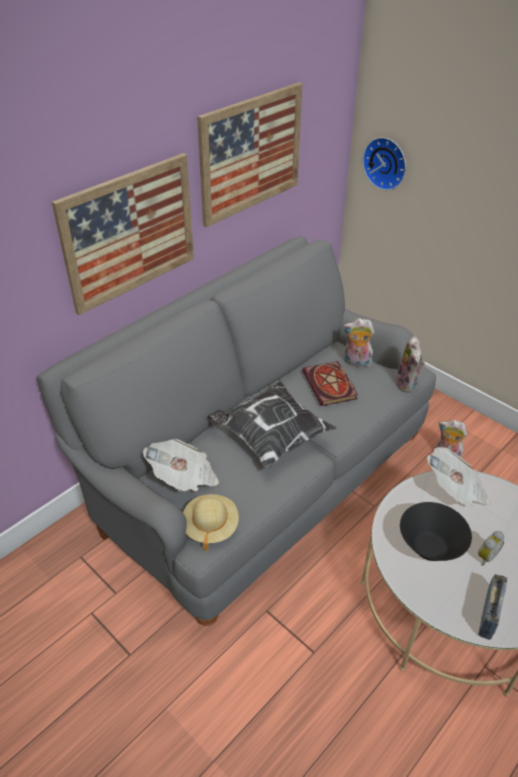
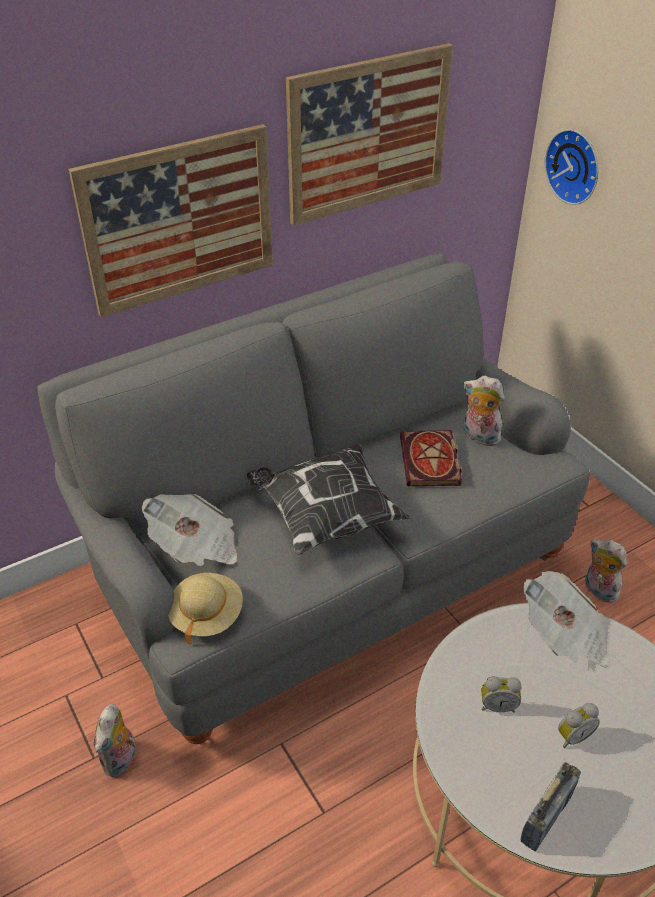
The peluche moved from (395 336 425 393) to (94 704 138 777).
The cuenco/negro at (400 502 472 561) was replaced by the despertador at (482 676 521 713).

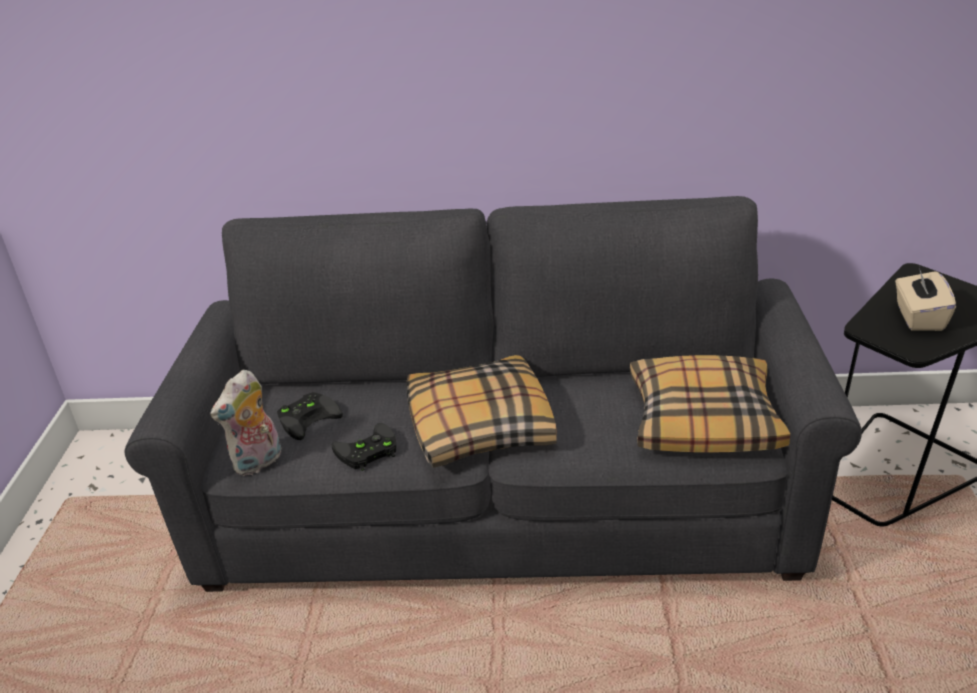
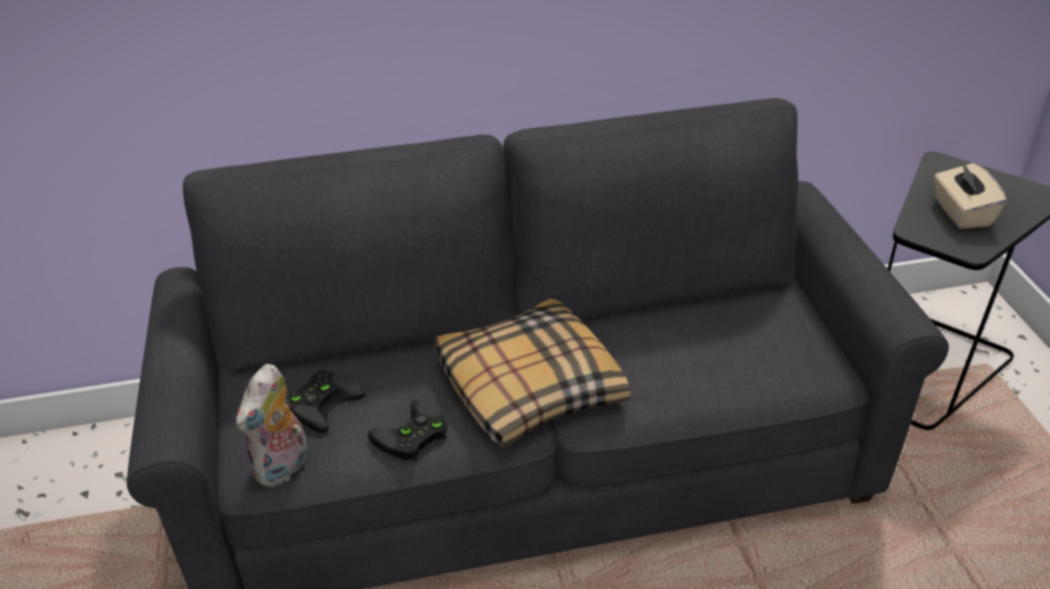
The cojín at (630 355 790 452) disappeared.

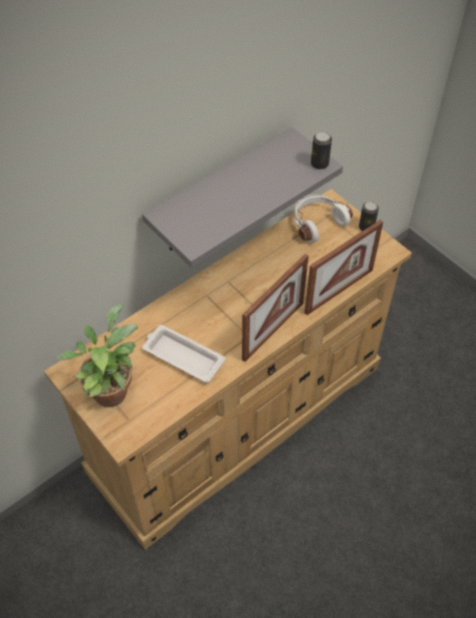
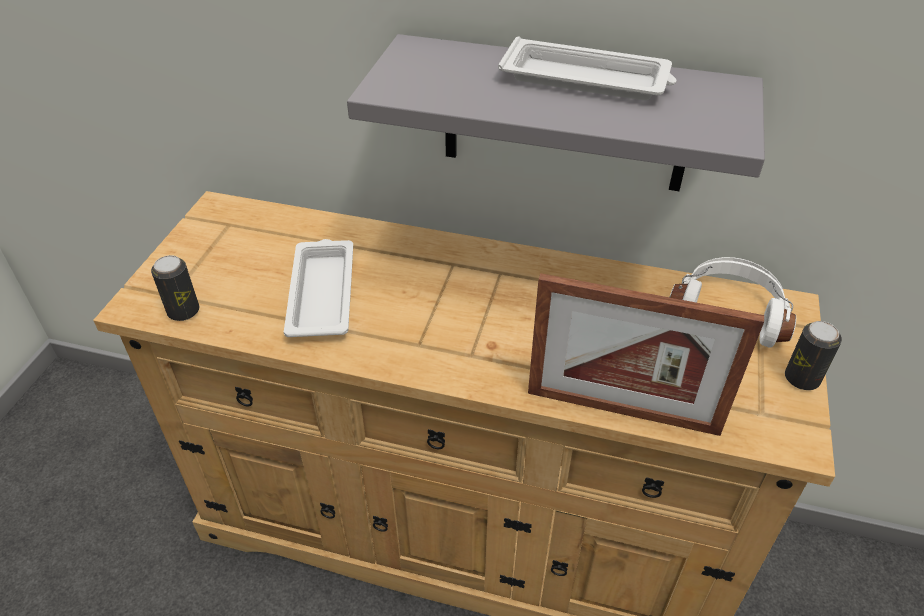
The lata moved from (311 132 332 169) to (151 255 199 321).
The bandeja/blanco at (498 36 677 100) appeared.
The planta en maceta at (57 305 138 407) disappeared.
The portarretratos at (242 254 309 362) disappeared.

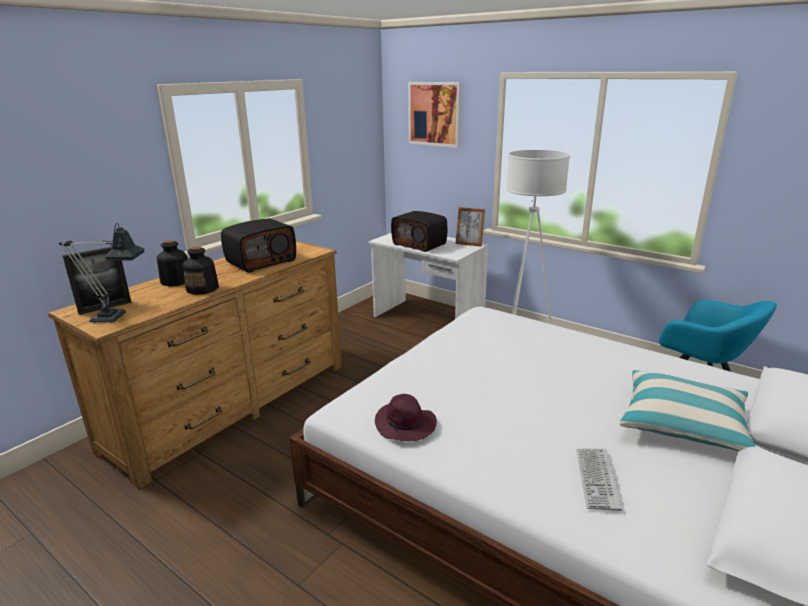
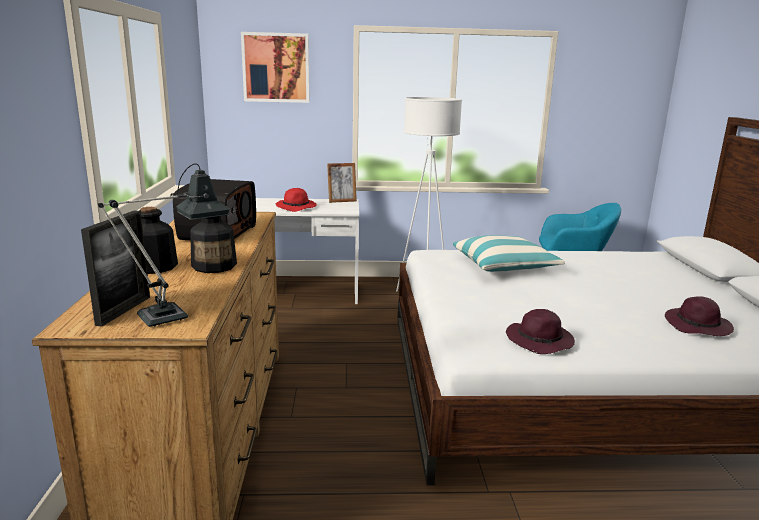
The radio at (391 211 447 252) was replaced by the sombrero/rojo at (276 188 316 212).
The cojín moved from (620 370 756 451) to (453 235 565 272).
The teclado at (576 449 622 511) was replaced by the sombrero/morado at (665 296 734 336).

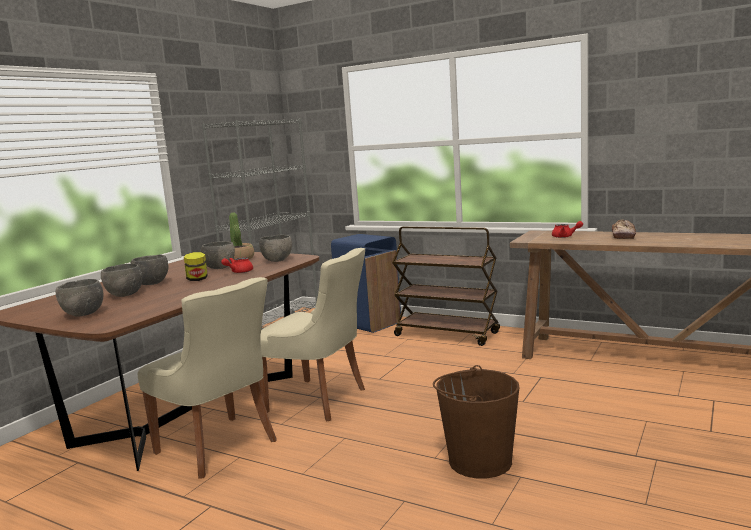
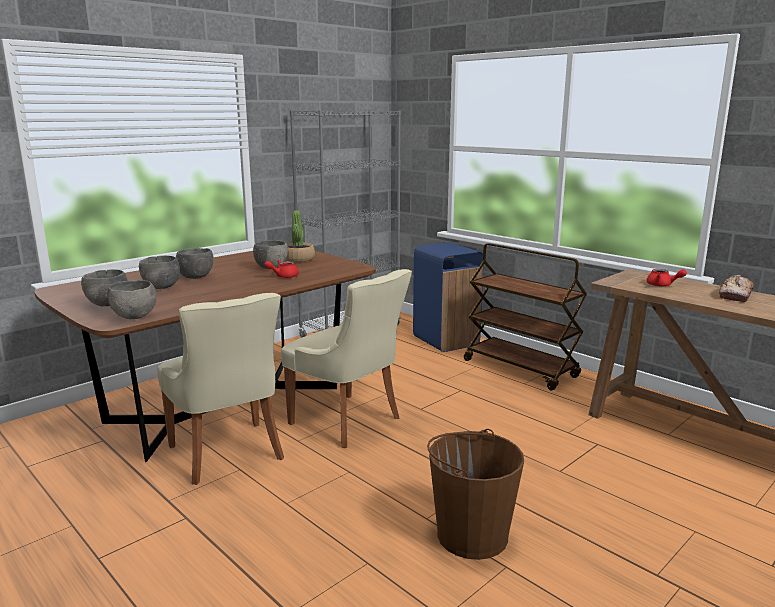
The cuenco/gris moved from (259 235 292 262) to (107 280 157 319).
The tarro at (184 252 208 281) disappeared.

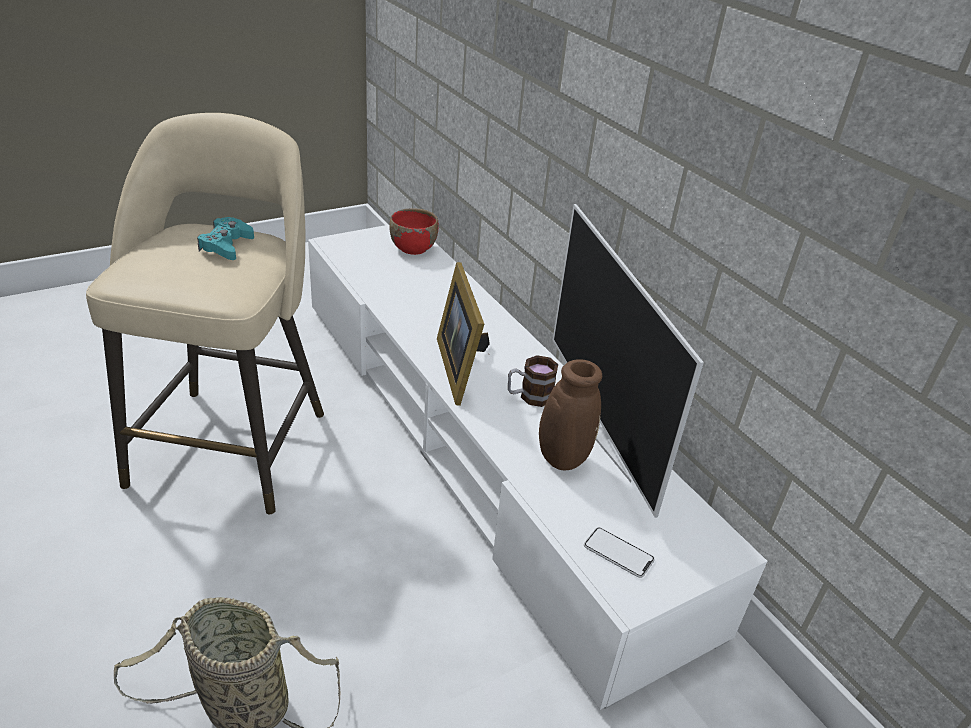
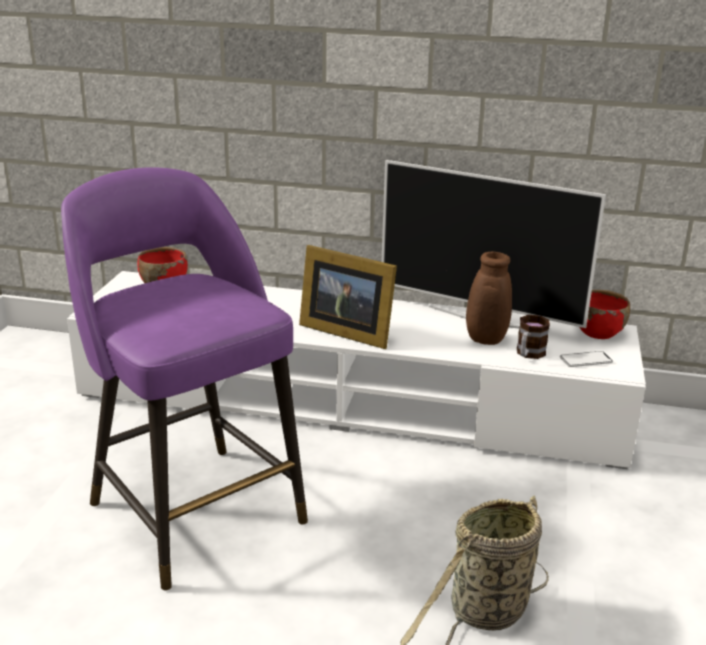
The taburete/beis at (86 113 324 514) became the taburete/morado at (61 167 308 590).
The taza grande moved from (508 355 558 407) to (517 315 550 359).
The cuenco/rojo at (579 290 630 339) appeared.
The mando de consola/turquesa at (197 217 254 260) disappeared.

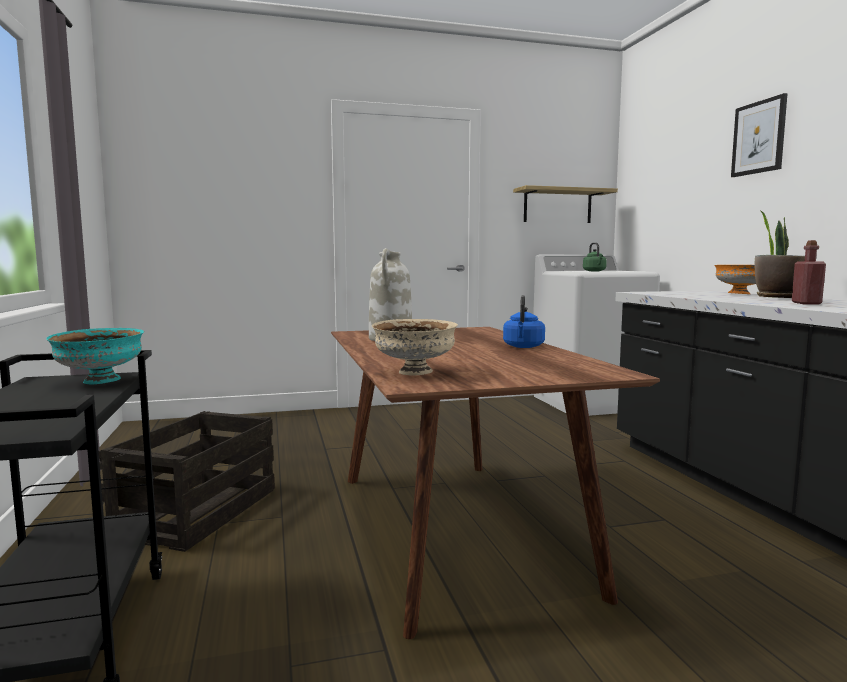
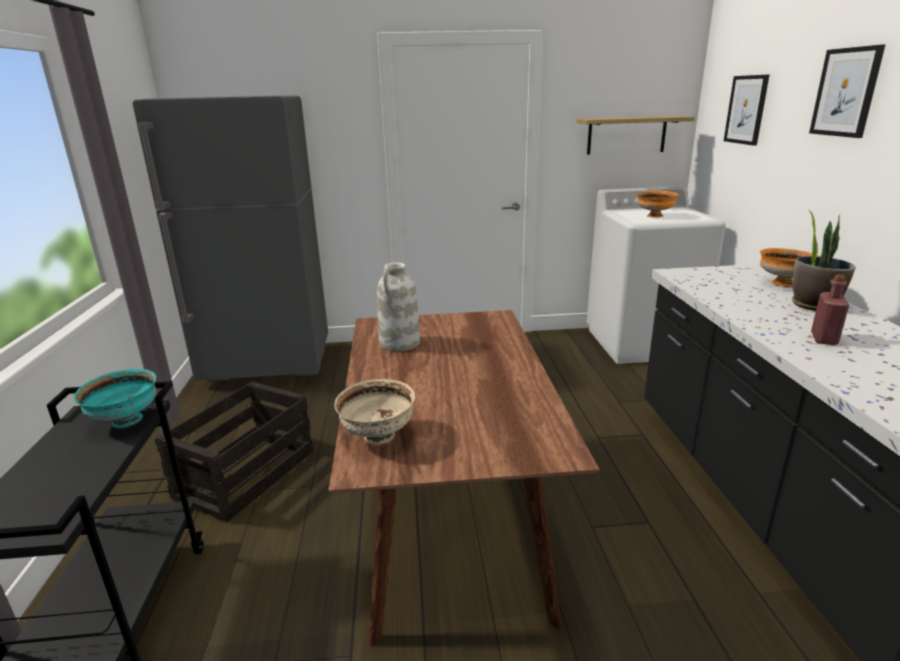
The nevera/gris at (133 95 328 382) appeared.
The hervidor/verde at (583 242 607 271) was replaced by the cuenco/naranja at (637 190 678 218).
The cuadro at (724 75 769 146) appeared.
The hervidor/azul at (503 295 545 348) disappeared.

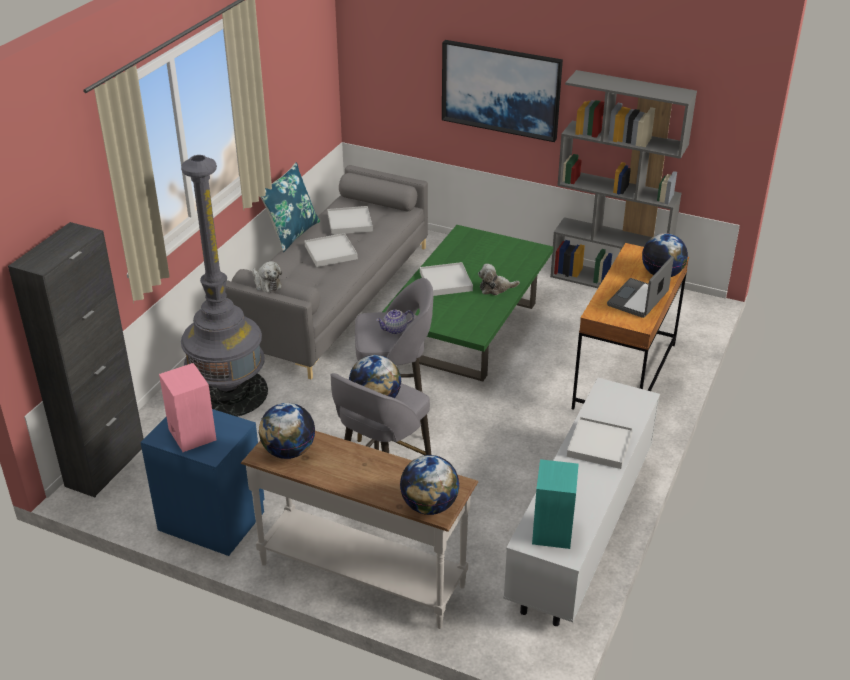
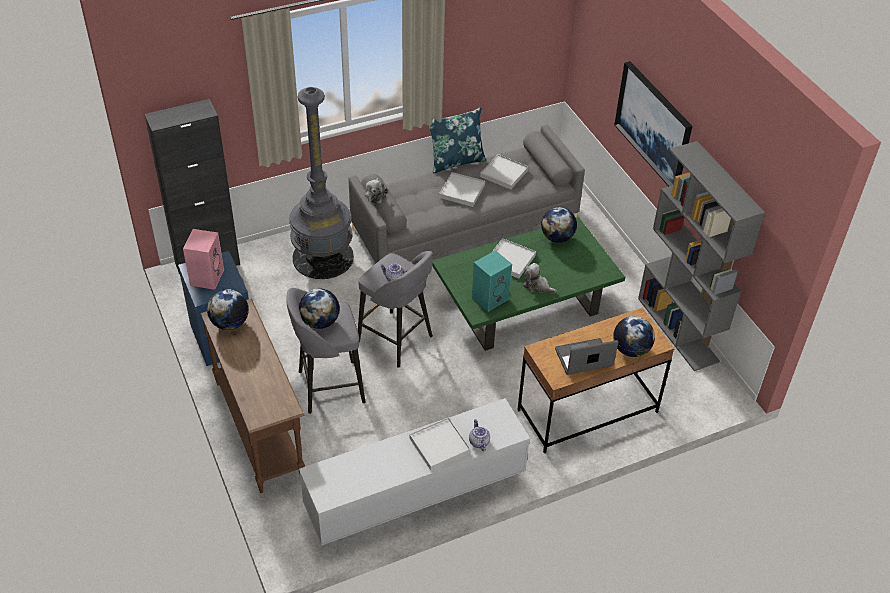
The mesa consola/blanco at (241 431 479 629) became the mesa consola/marrón at (200 298 305 493).
The tetera at (469 419 490 452) appeared.
The altavoz/turquesa moved from (532 459 579 549) to (472 250 512 312).
The globo terráqueo moved from (400 455 460 515) to (541 207 577 243).

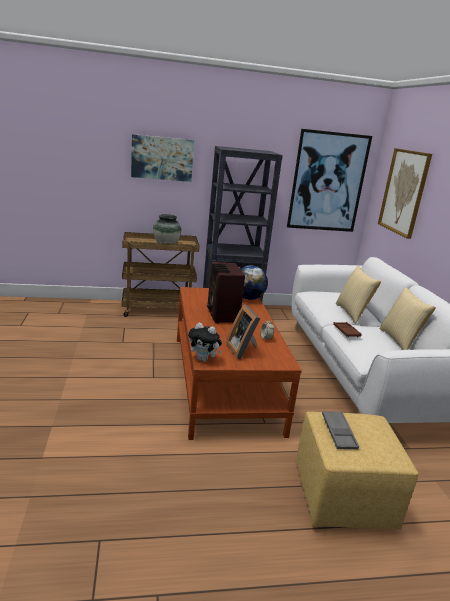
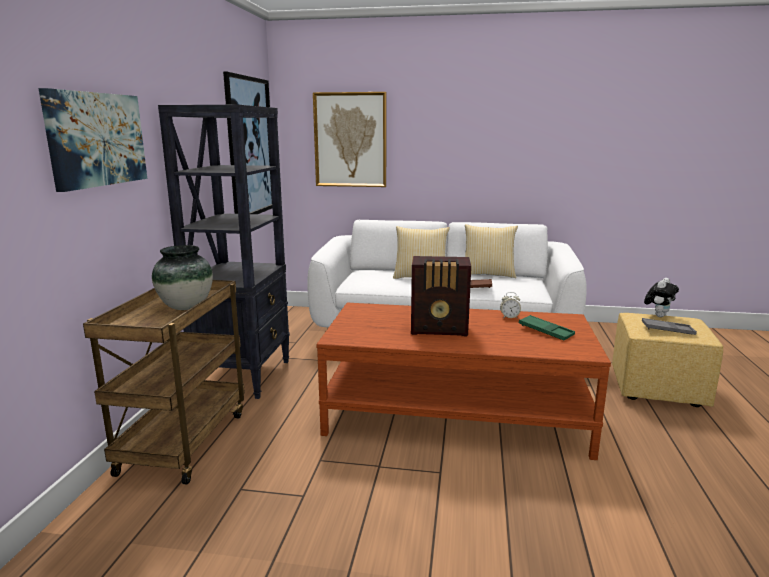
The portarretratos at (226 304 260 359) was replaced by the bandeja/verde at (519 315 575 340).
The peluche moved from (188 323 222 362) to (644 278 679 317).
The globo terráqueo at (240 265 268 300) disappeared.

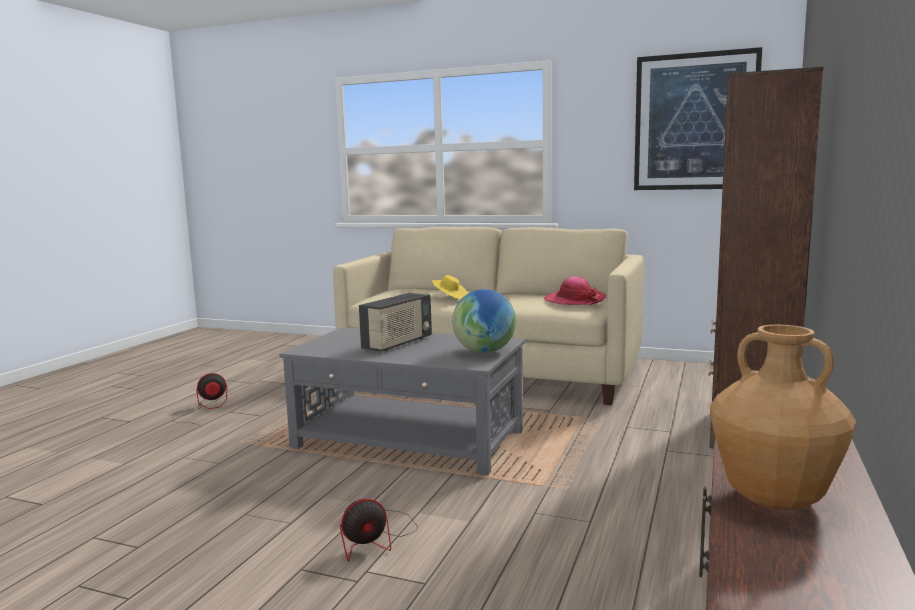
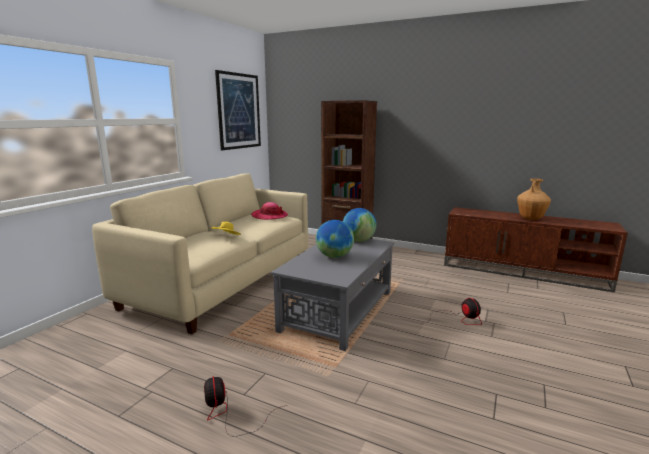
The radio at (359 293 432 352) was replaced by the globo terráqueo at (316 220 354 258).

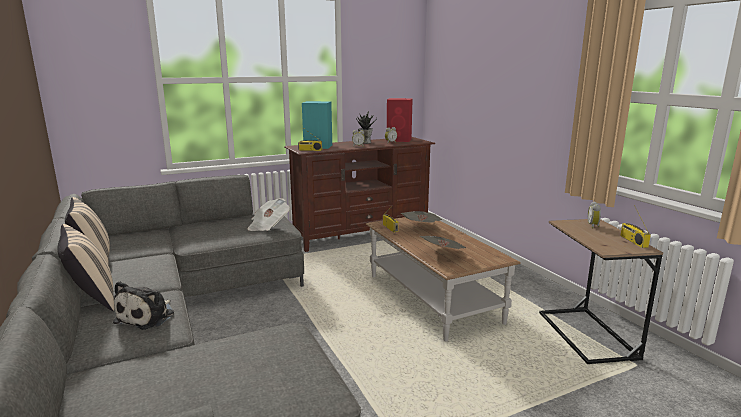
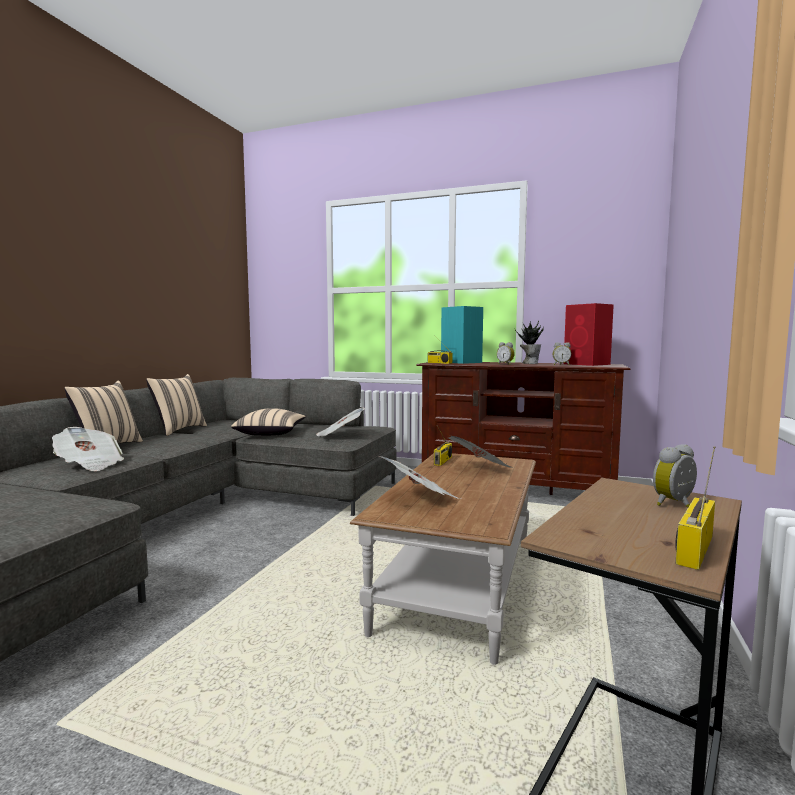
The peluche at (113 281 174 330) was replaced by the periódico at (52 427 124 471).
The cojín/beis at (231 408 306 436) appeared.

